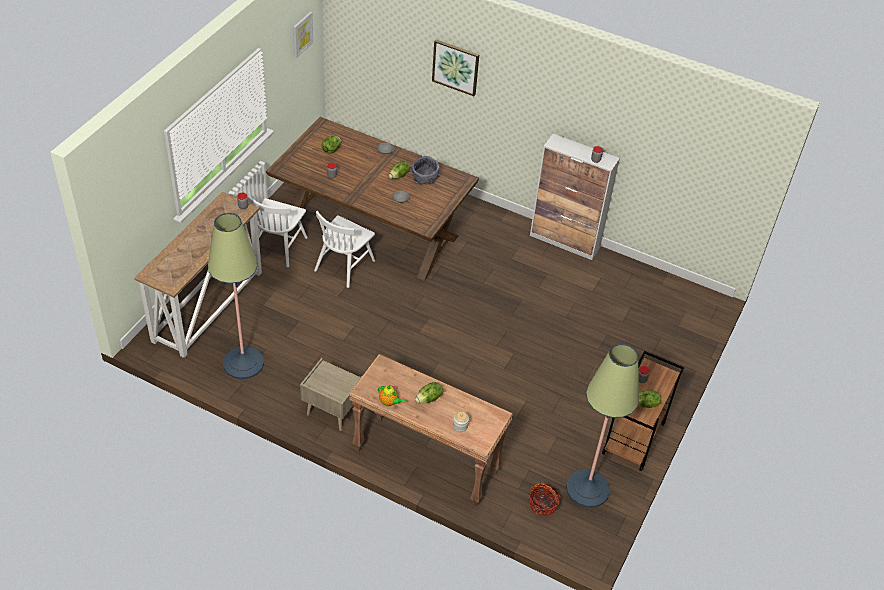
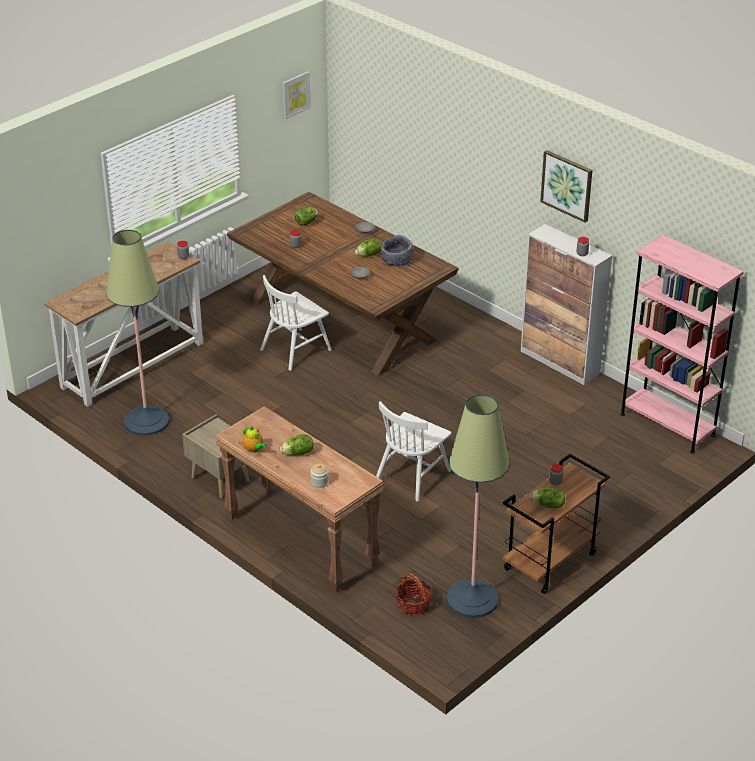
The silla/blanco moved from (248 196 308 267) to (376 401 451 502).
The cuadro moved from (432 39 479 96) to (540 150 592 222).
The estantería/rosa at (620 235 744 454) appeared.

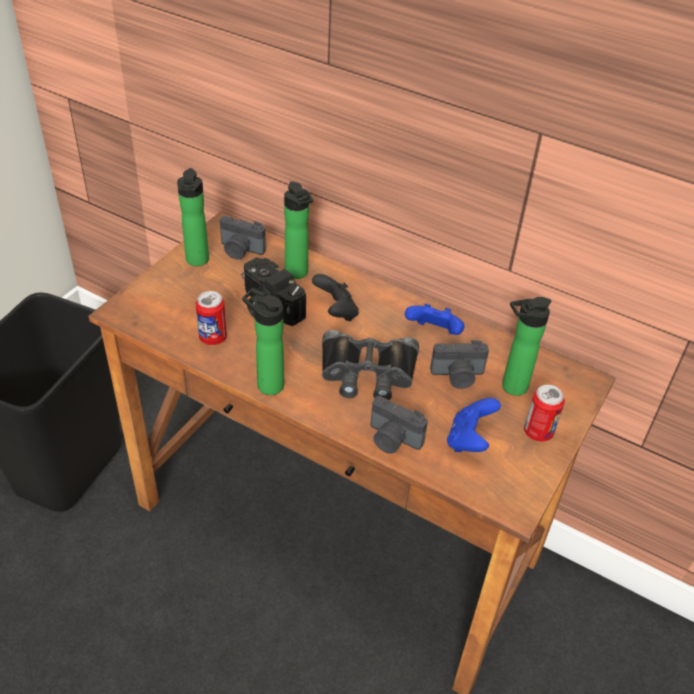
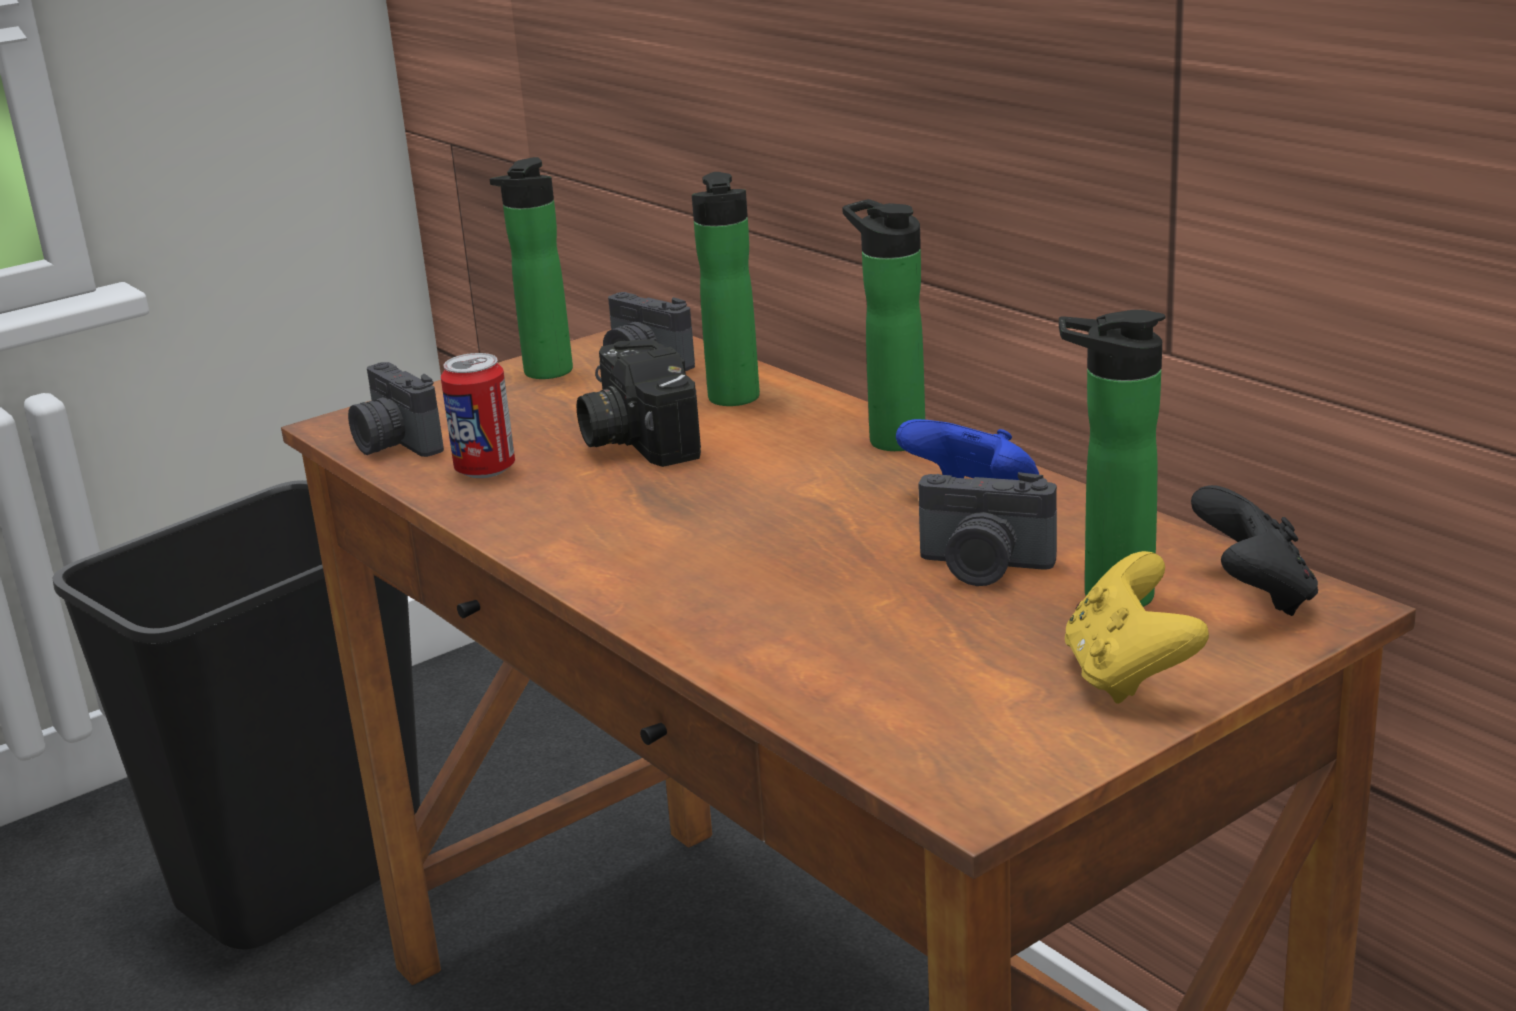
The cámara moved from (371 396 428 454) to (348 362 444 457).
The botella moved from (242 288 284 395) to (842 199 925 451).
The lata at (524 385 565 442) was replaced by the mando de consola/amarillo at (1065 551 1209 704).
The mando de consola/negro moved from (312 274 359 321) to (1191 485 1318 616).
The prismáticos/negro at (322 330 419 400) disappeared.
The mando de consola/azul at (447 398 501 452) disappeared.

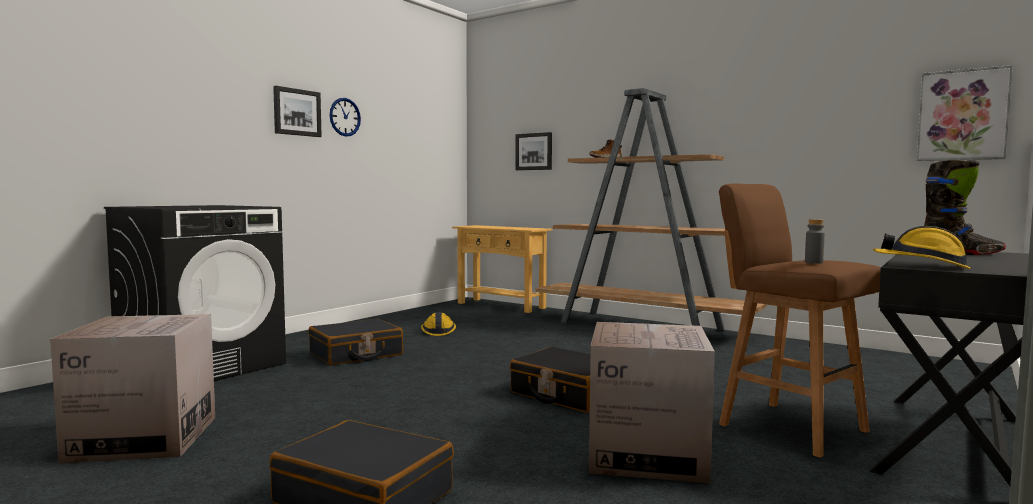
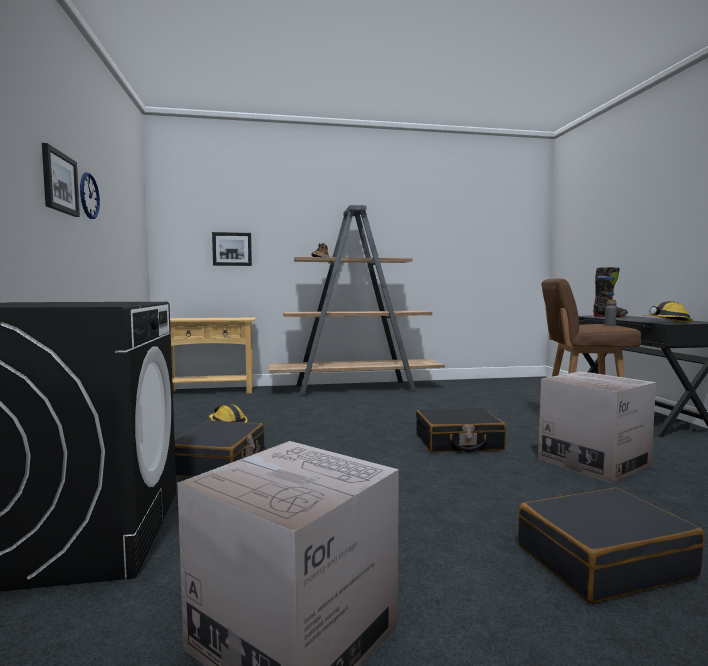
The cuadro at (917 65 1013 161) disappeared.

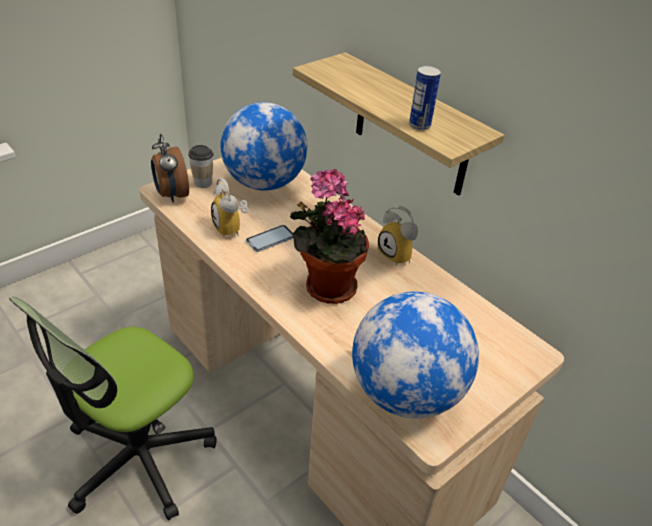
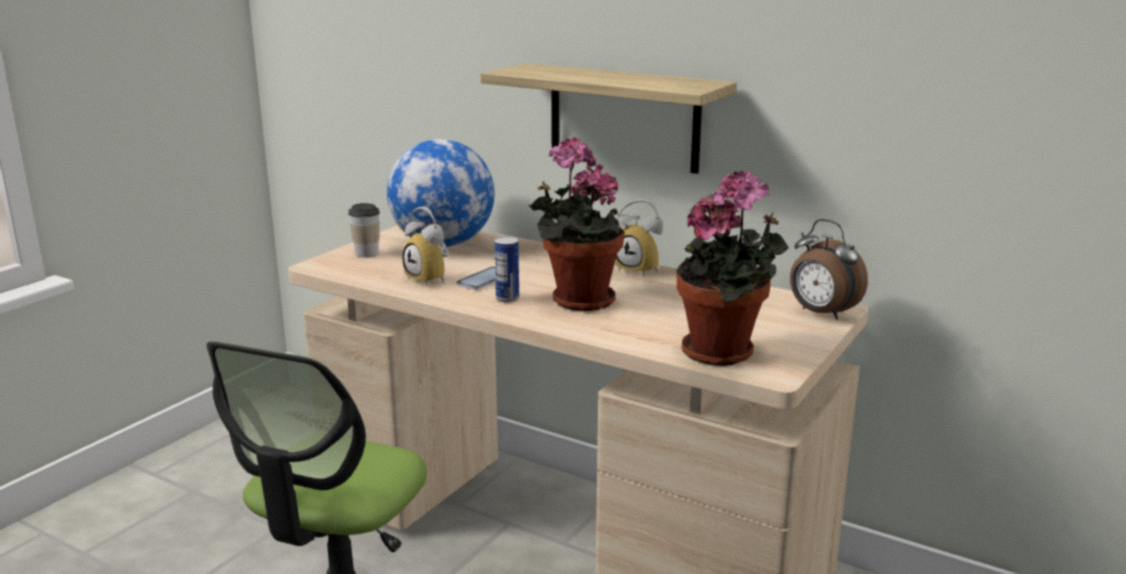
The lata moved from (409 66 441 130) to (494 236 519 302).
The globo terráqueo at (352 291 479 418) was replaced by the planta en maceta at (676 170 789 366).
The despertador moved from (151 134 189 203) to (790 219 868 320).

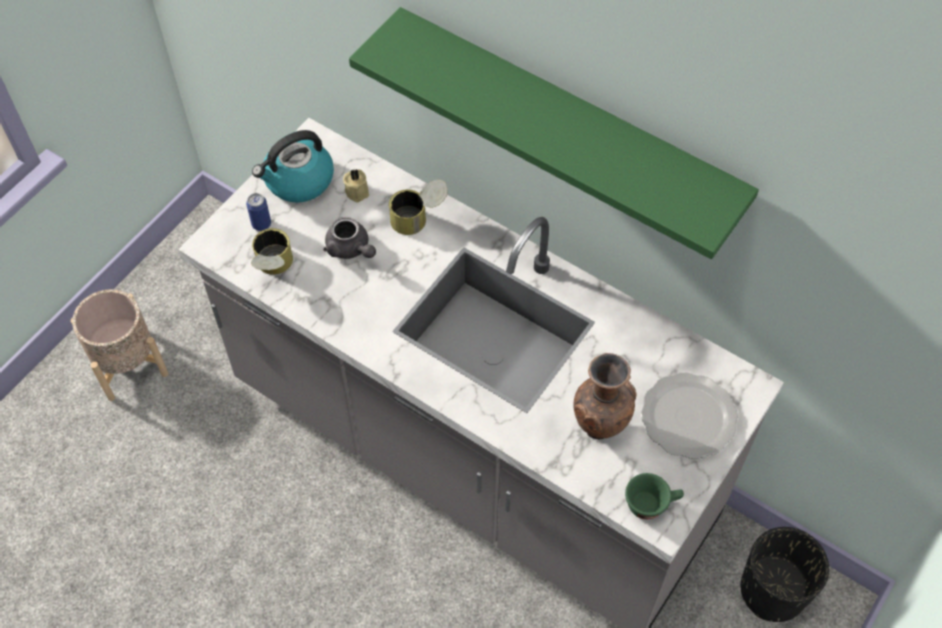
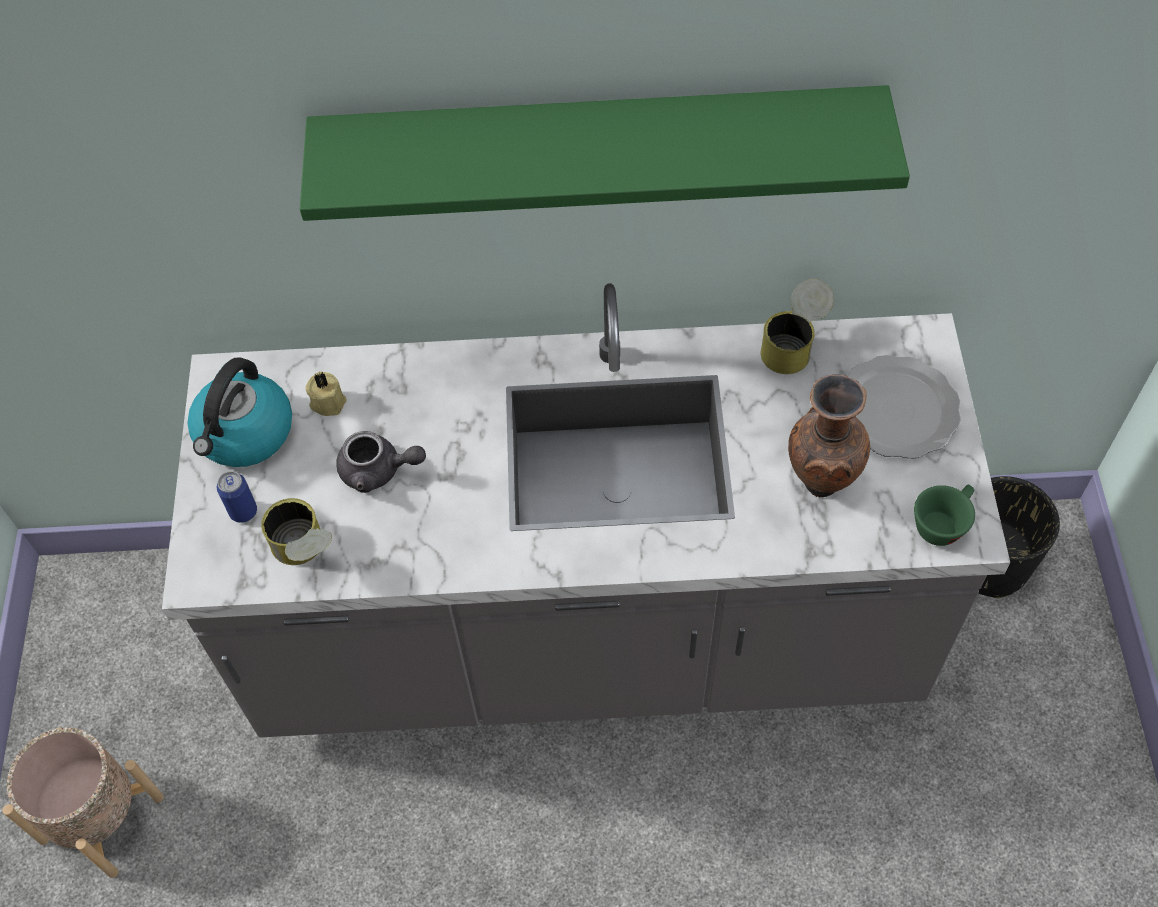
The lata moved from (389 180 448 235) to (761 279 834 374).

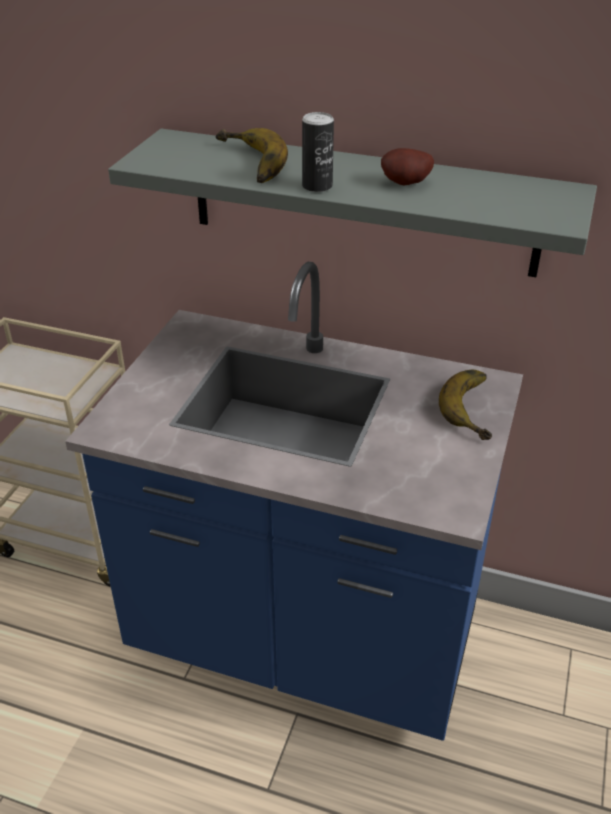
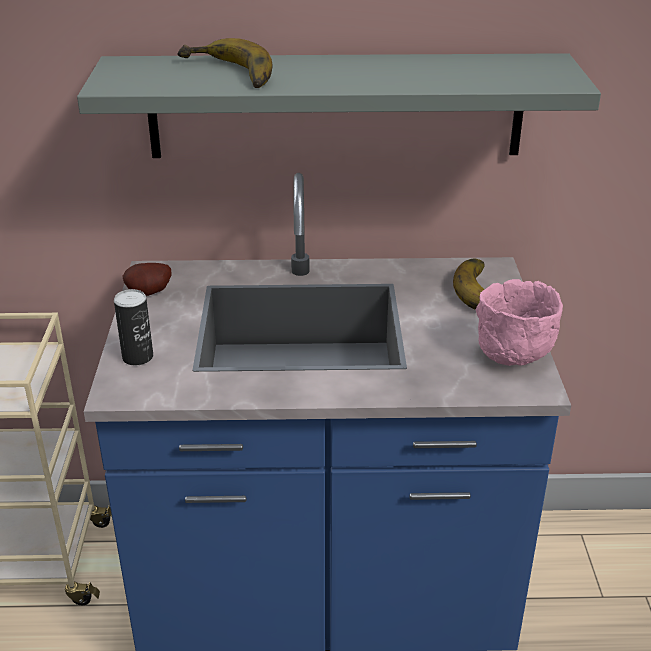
The lata moved from (302 112 334 192) to (114 289 153 365).
The patata moved from (381 148 434 185) to (123 263 172 296).
The cuenco/rosa at (475 279 563 366) appeared.

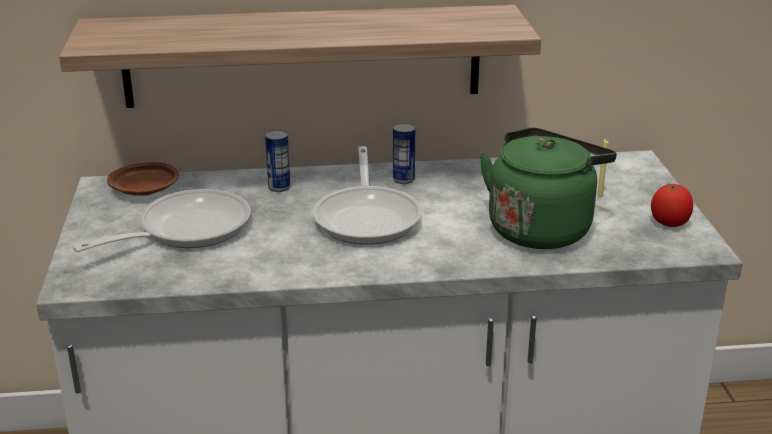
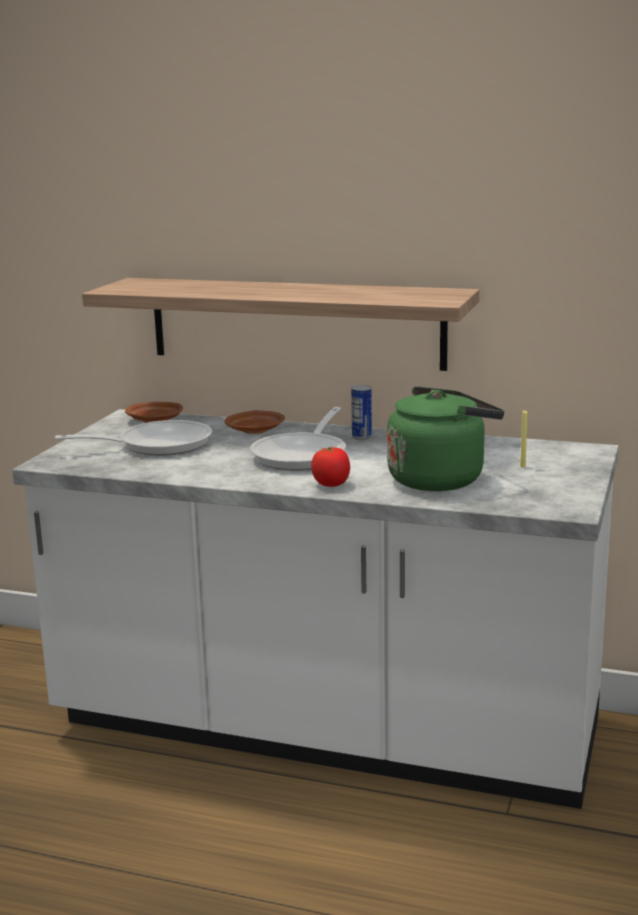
The lata at (265 130 290 192) was replaced by the plato/marrón at (225 410 285 434).
The tomate moved from (651 183 693 227) to (311 446 350 487).

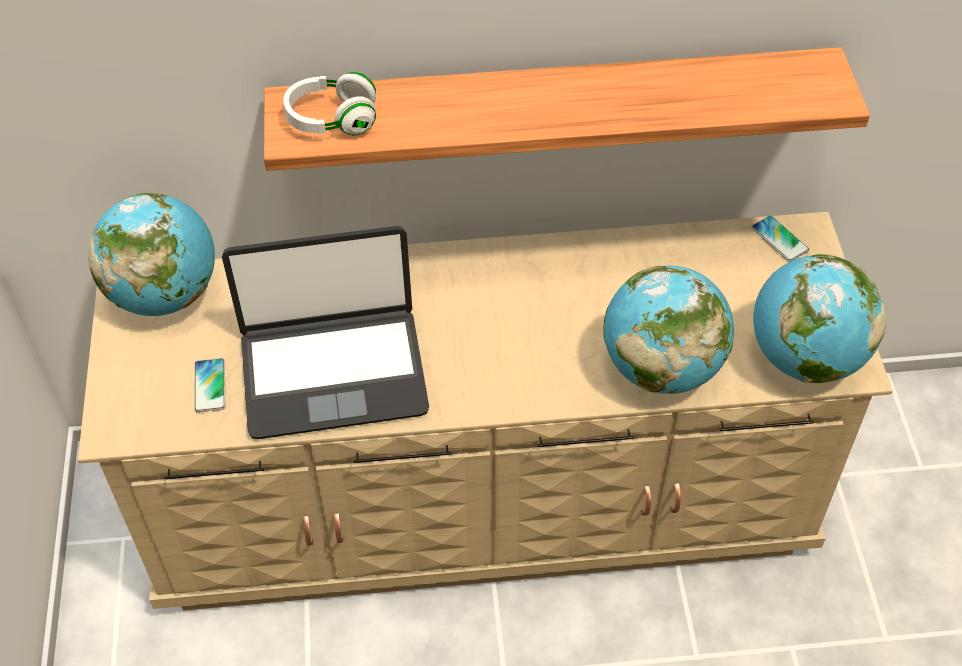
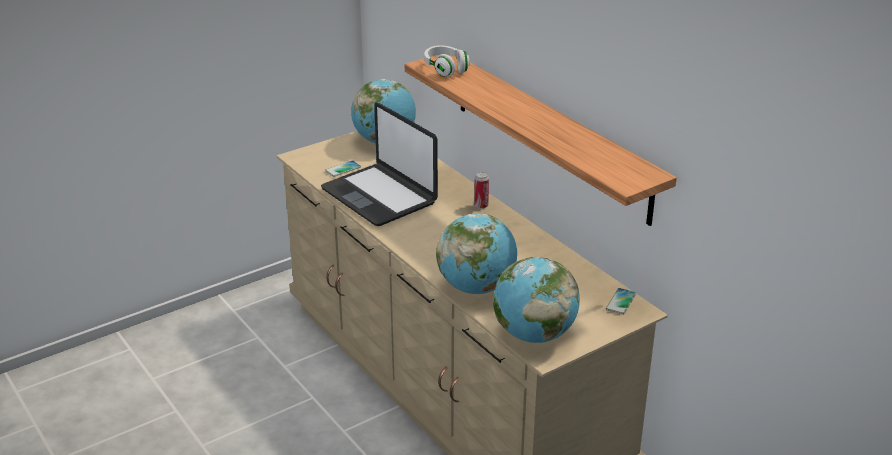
The lata at (474 172 489 209) appeared.

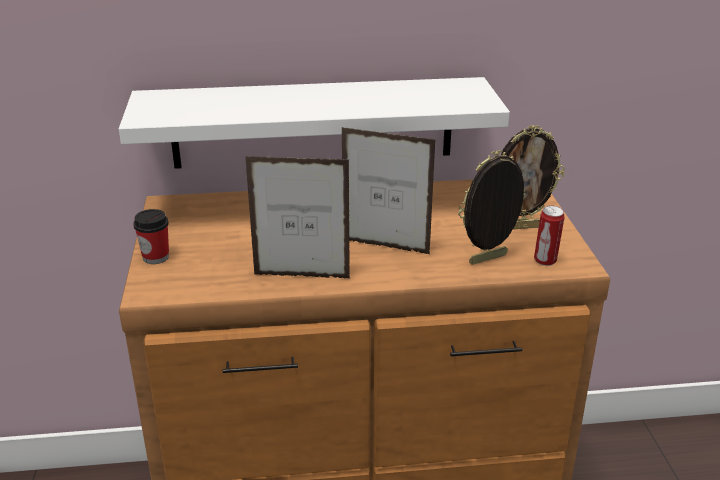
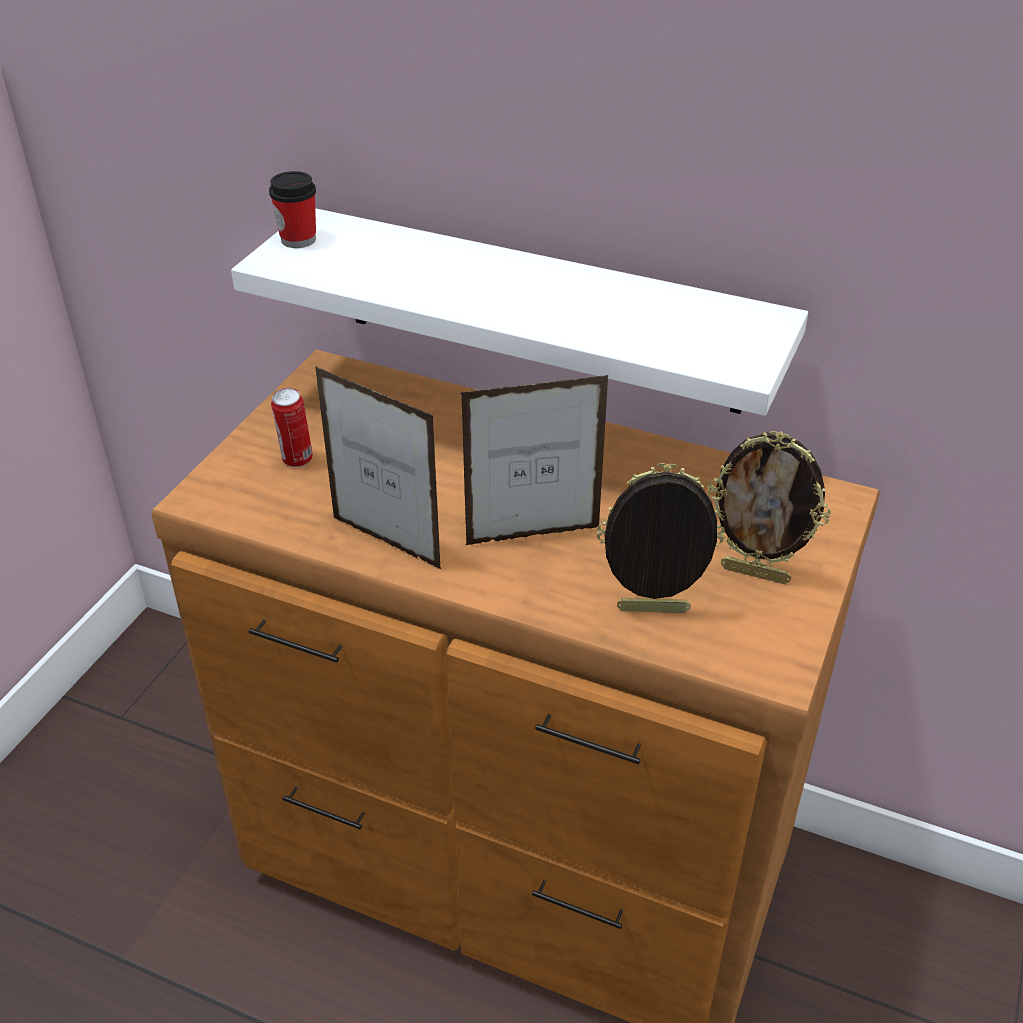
The taza moved from (133 209 169 264) to (269 171 316 248).
The lata moved from (534 205 565 266) to (271 388 313 467).
The portarretratos at (342 127 436 254) turned 120 degrees clockwise.

